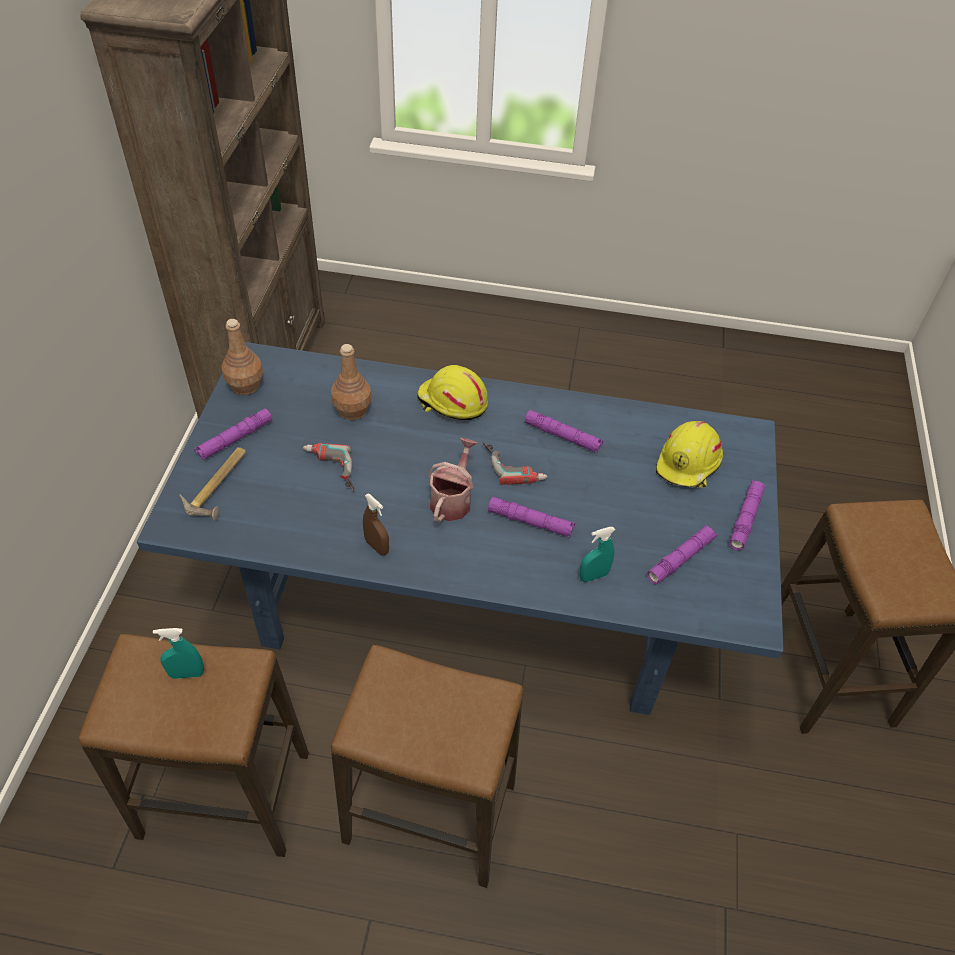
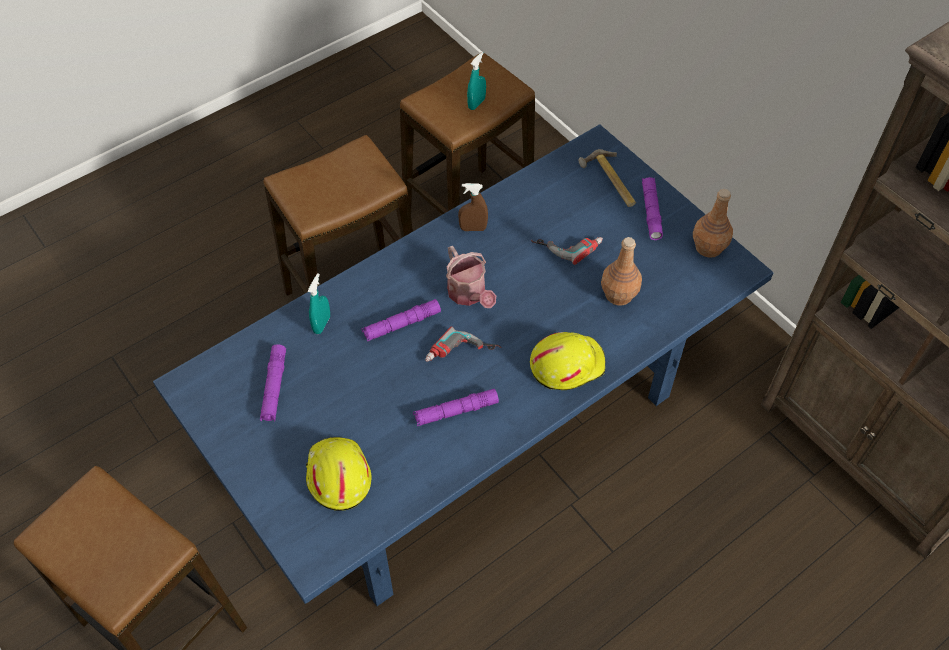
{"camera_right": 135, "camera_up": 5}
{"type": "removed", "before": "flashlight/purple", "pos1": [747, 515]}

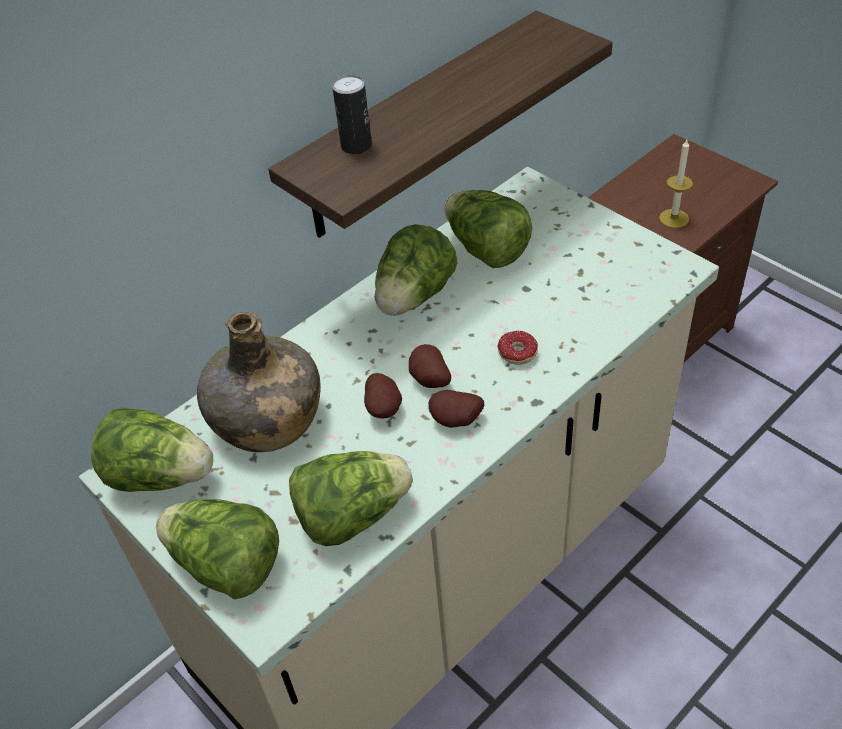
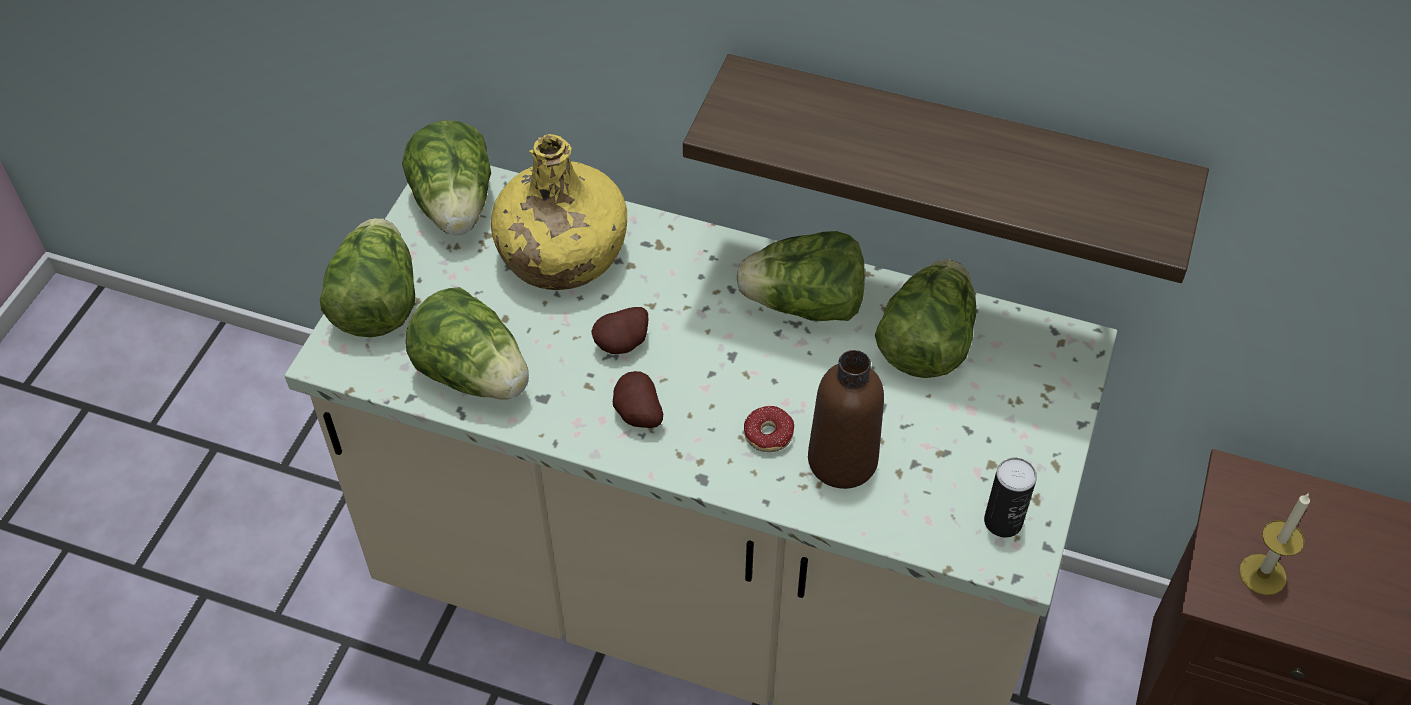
{"camera_right": 60, "camera_up": 5}
{"type": "recoloured", "before": "bottle/green", "after": "bottle/yellow", "pos1": [259, 382], "pos2": [559, 212]}
{"type": "added", "after": "bottle/brown", "pos2": [846, 419]}
{"type": "moved", "before": "can", "pos1": [352, 114], "pos2": [1010, 498]}
{"type": "removed", "before": "potato", "pos1": [430, 366]}

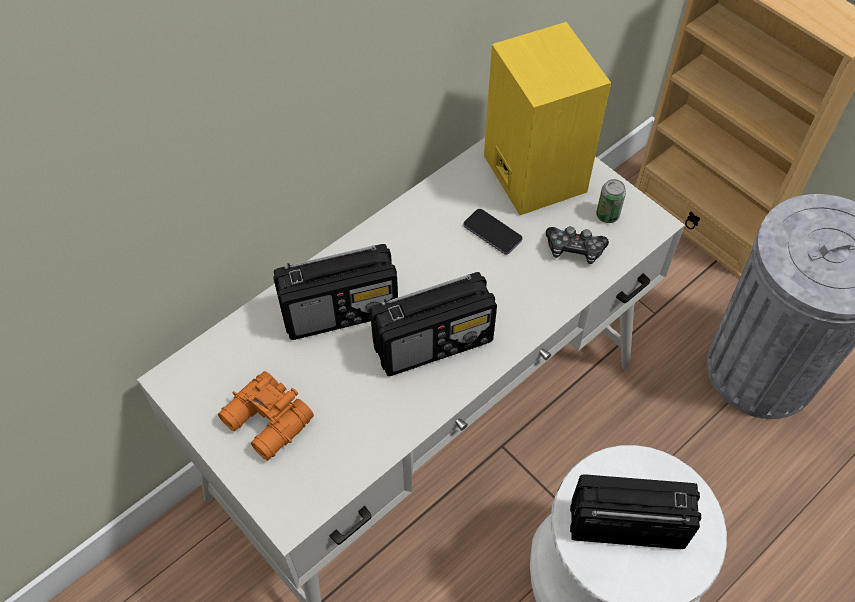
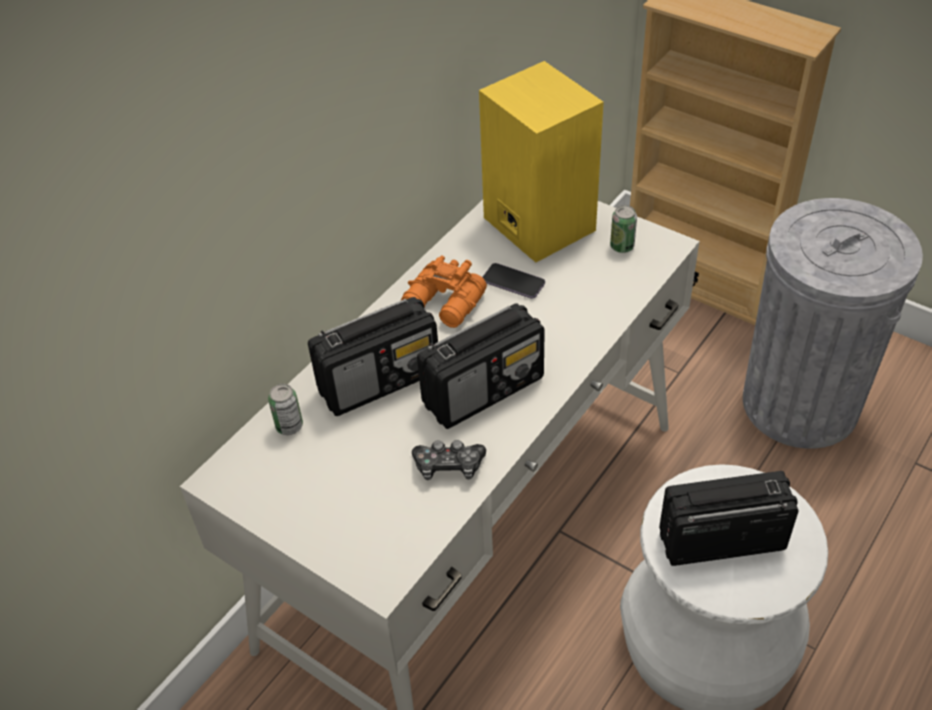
{"camera_right": -10, "camera_up": -10}
{"type": "added", "after": "can", "pos2": [285, 409]}
{"type": "moved", "before": "binoculars/orange", "pos1": [266, 416], "pos2": [444, 291]}
{"type": "moved", "before": "game controller", "pos1": [577, 245], "pos2": [449, 460]}

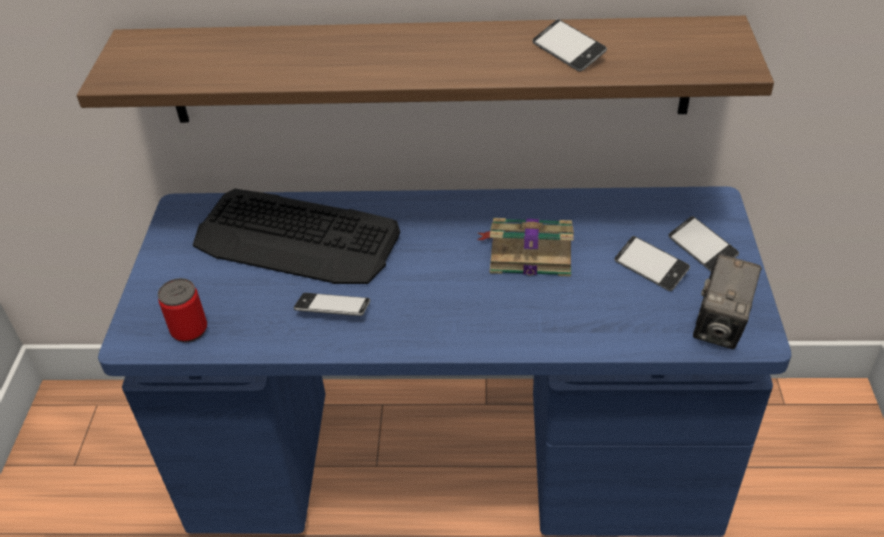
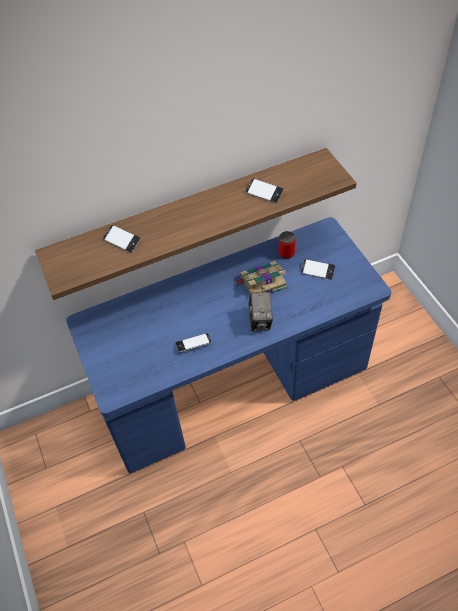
{"camera_right": -25, "camera_up": 10}
{"type": "moved", "before": "phone", "pos1": [704, 243], "pos2": [122, 239]}
{"type": "moved", "before": "photo camera", "pos1": [727, 301], "pos2": [261, 311]}
{"type": "moved", "before": "can", "pos1": [182, 310], "pos2": [287, 245]}
{"type": "removed", "before": "keyboard", "pos1": [296, 236]}

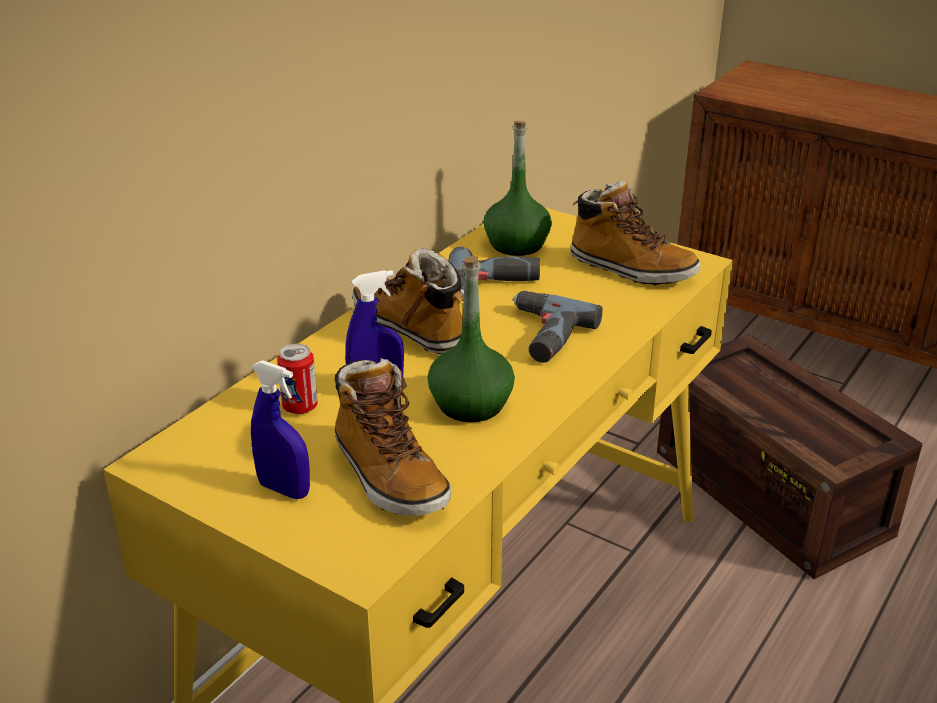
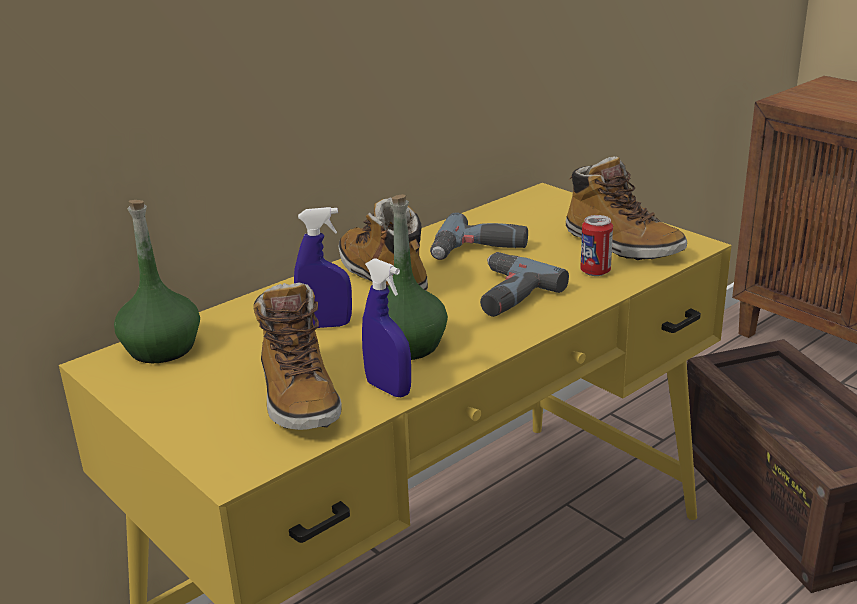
{"camera_right": 15, "camera_up": -5}
{"type": "moved", "before": "bottle/green", "pos1": [517, 188], "pos2": [157, 281]}
{"type": "moved", "before": "spray bottle/blue", "pos1": [280, 429], "pos2": [386, 327]}
{"type": "moved", "before": "can", "pos1": [297, 379], "pos2": [596, 245]}

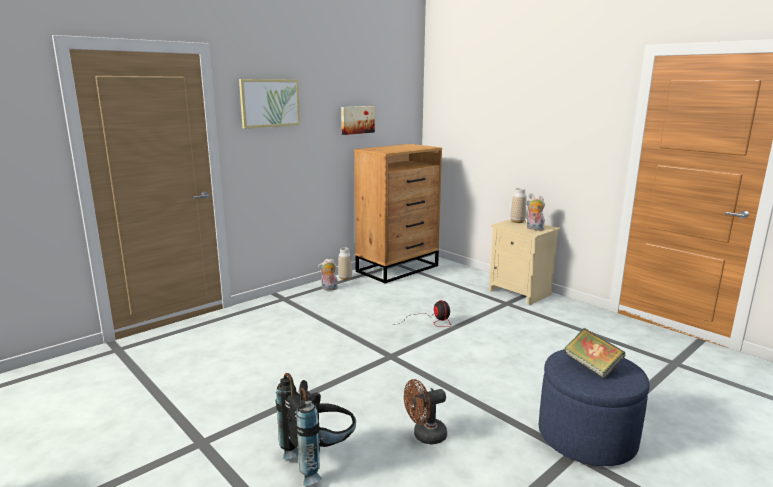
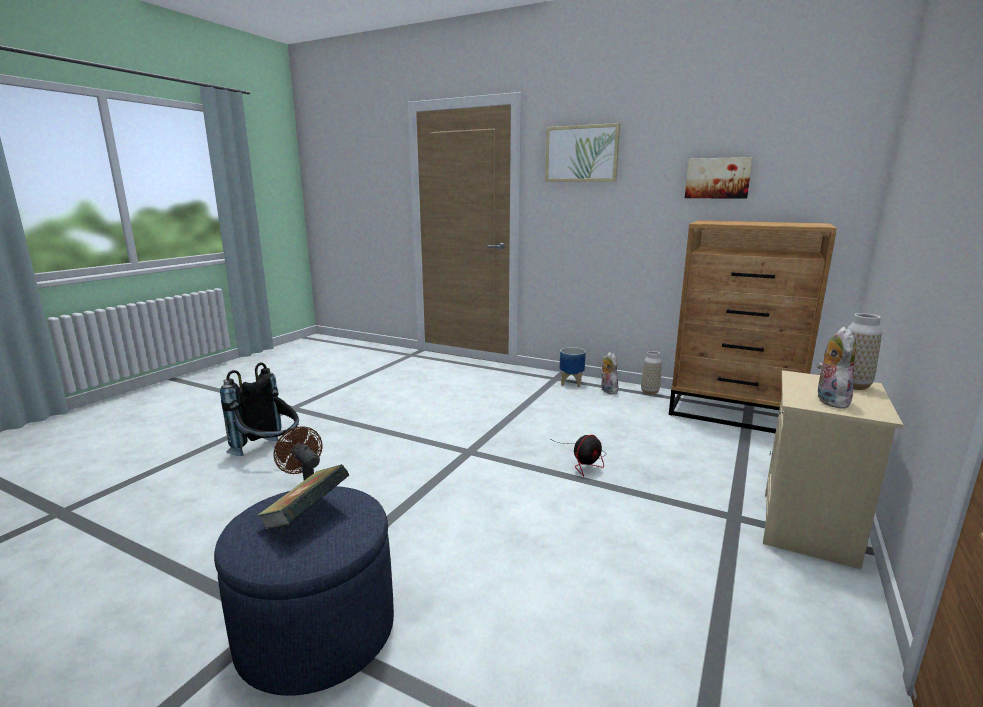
{"camera_right": 70, "camera_up": 0}
{"type": "added", "after": "planter", "pos2": [573, 367]}

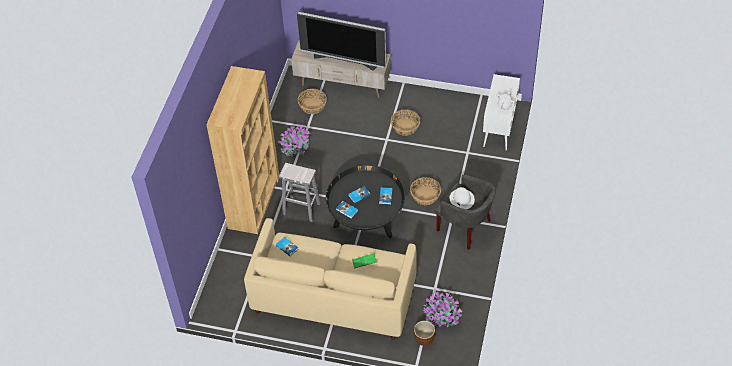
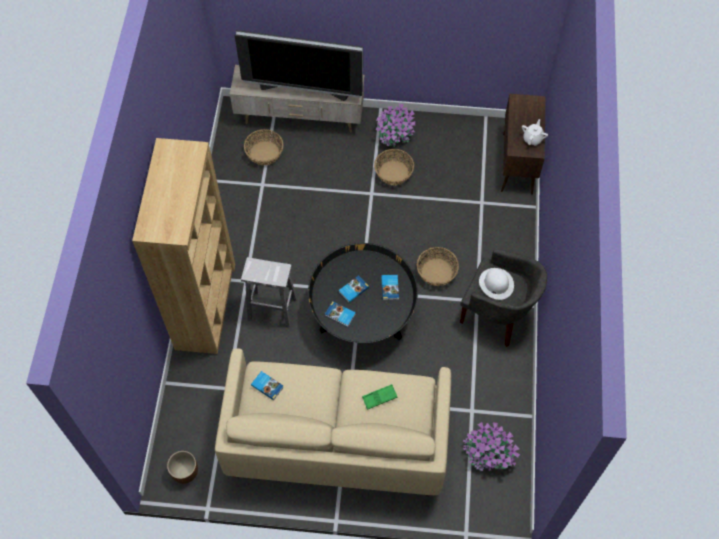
{"camera_right": -10, "camera_up": 10}
{"type": "moved", "before": "planter/brown", "pos1": [424, 333], "pos2": [182, 467]}
{"type": "moved", "before": "potted plant", "pos1": [294, 141], "pos2": [395, 125]}
{"type": "recoloured", "before": "cabinet/white", "after": "cabinet/brown", "pos1": [501, 112], "pos2": [523, 144]}

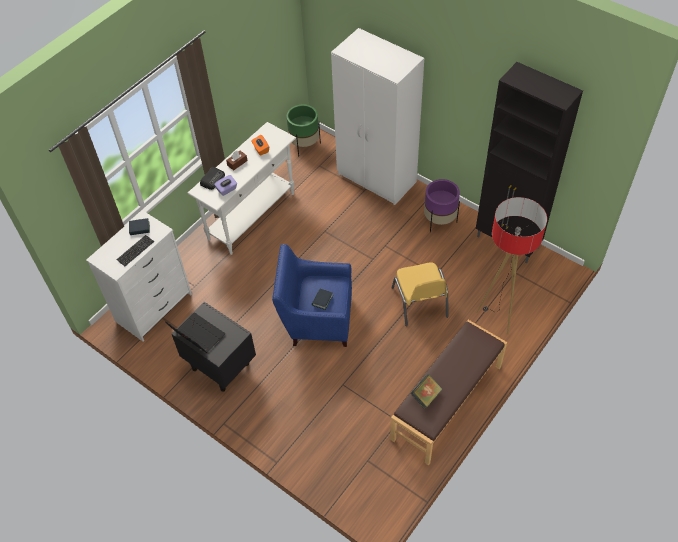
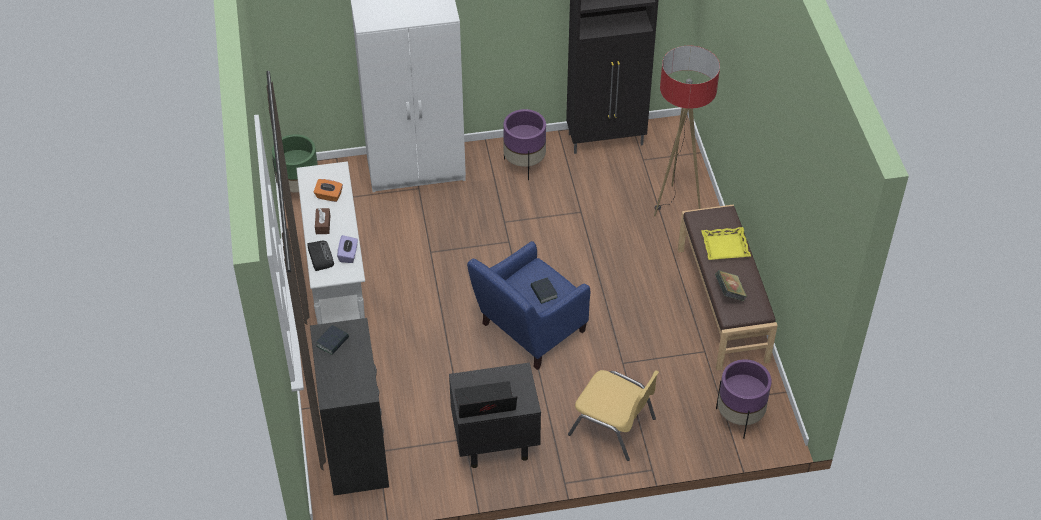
{"camera_right": -50, "camera_up": -5}
{"type": "recoloured", "before": "dresser/white", "after": "dresser/black", "pos1": [139, 276], "pos2": [349, 407]}
{"type": "moved", "before": "chair/yellow", "pos1": [419, 294], "pos2": [613, 415]}
{"type": "added", "after": "tray/yellow", "pos2": [726, 243]}
{"type": "added", "after": "planter/purple", "pos2": [744, 399]}
{"type": "removed", "before": "keyboard", "pos1": [135, 250]}

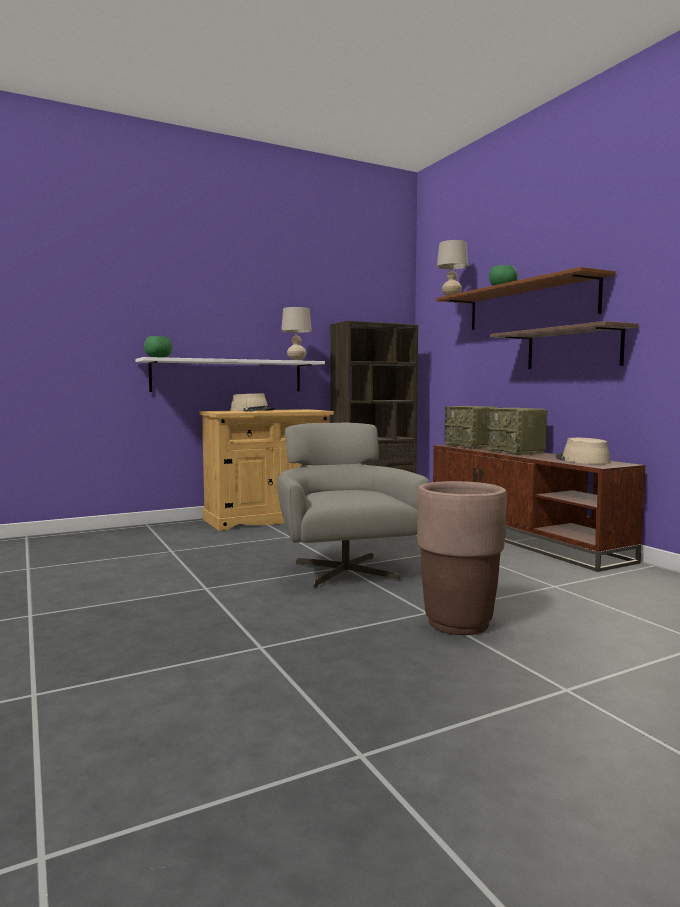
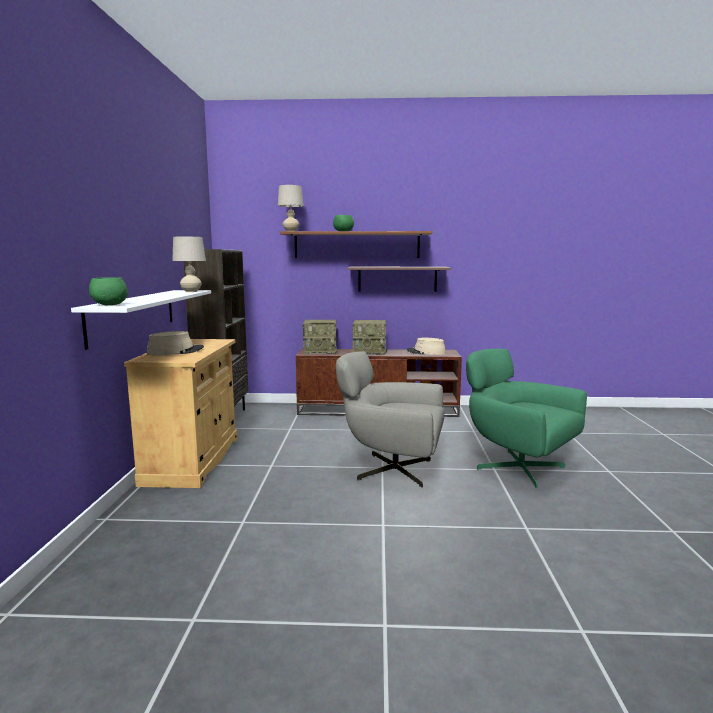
{"camera_right": -60, "camera_up": 5}
{"type": "replaced", "before": "planter/brown", "after": "armchair/green", "pos1": [462, 558], "pos2": [526, 418]}

